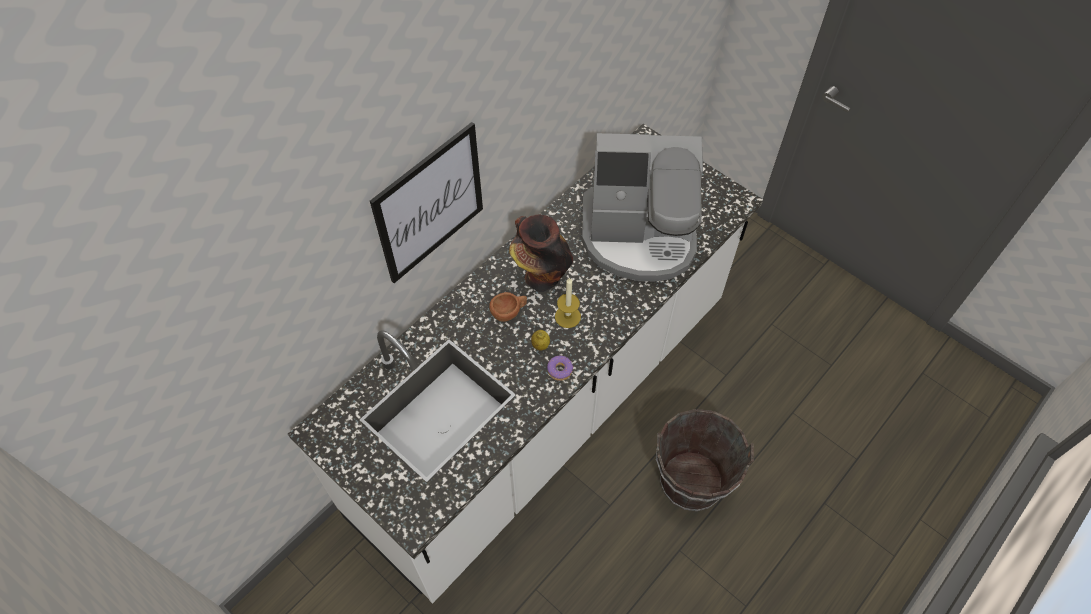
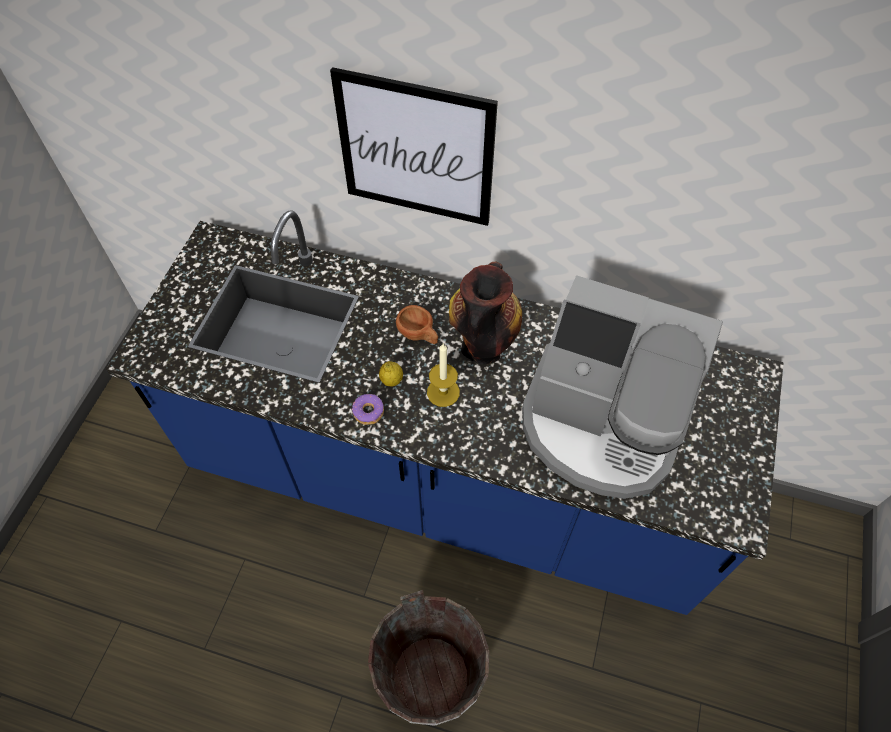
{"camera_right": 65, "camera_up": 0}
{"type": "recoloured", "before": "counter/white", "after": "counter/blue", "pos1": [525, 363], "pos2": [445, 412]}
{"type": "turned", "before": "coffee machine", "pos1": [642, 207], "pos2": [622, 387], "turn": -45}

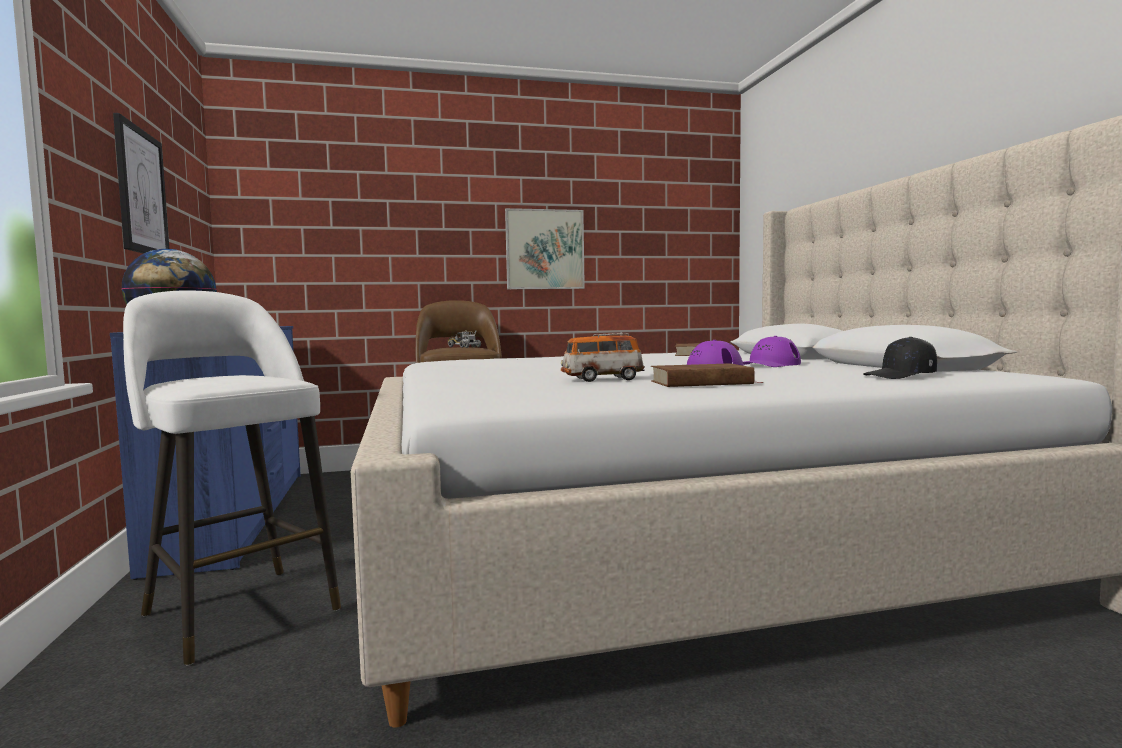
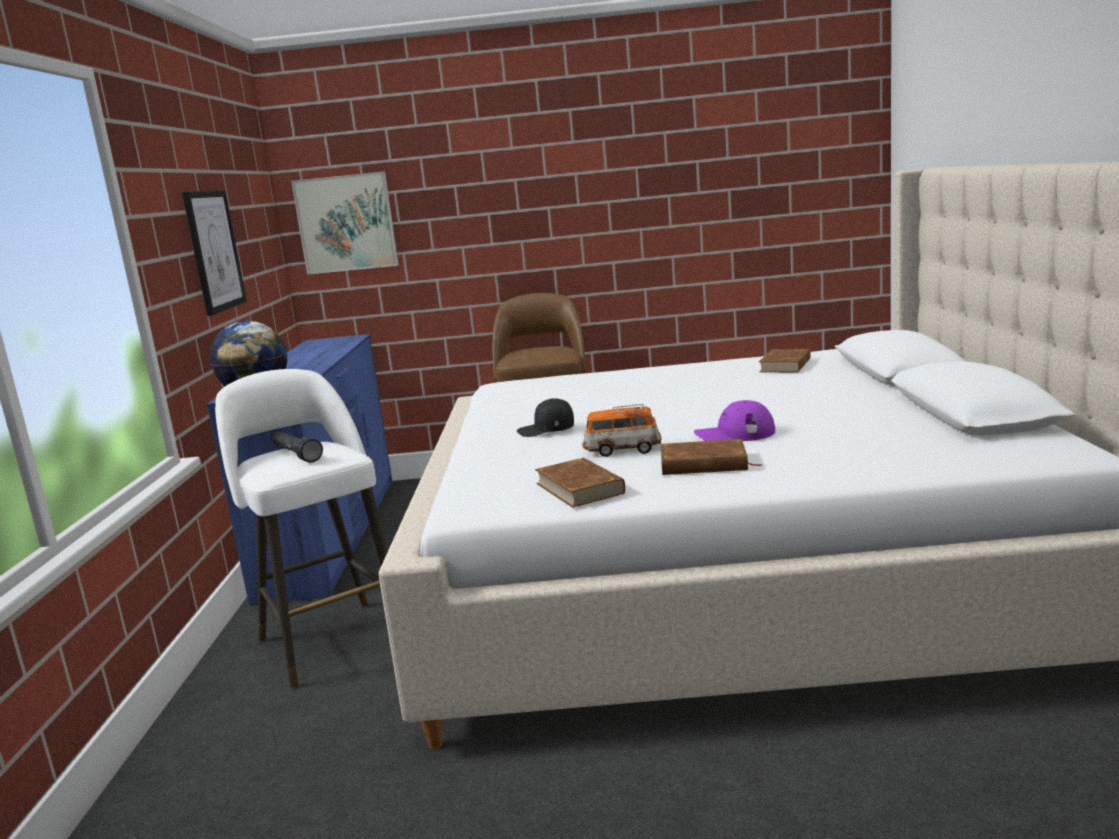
{"camera_right": 15, "camera_up": 10}
{"type": "added", "after": "flashlight/black", "pos2": [297, 447]}
{"type": "moved", "before": "picture", "pos1": [545, 248], "pos2": [345, 223]}
{"type": "moved", "before": "cap/black", "pos1": [900, 358], "pos2": [545, 417]}
{"type": "added", "after": "book/brown", "pos2": [580, 482]}
{"type": "removed", "before": "toy truck", "pos1": [464, 339]}
{"type": "removed", "before": "cap/purple", "pos1": [772, 351]}

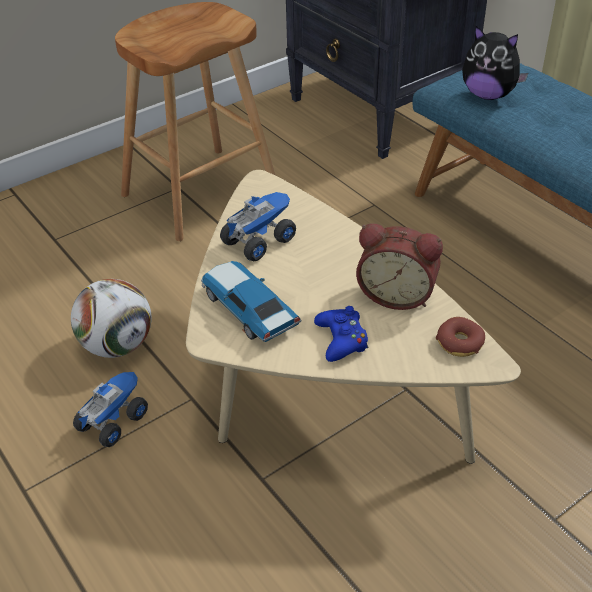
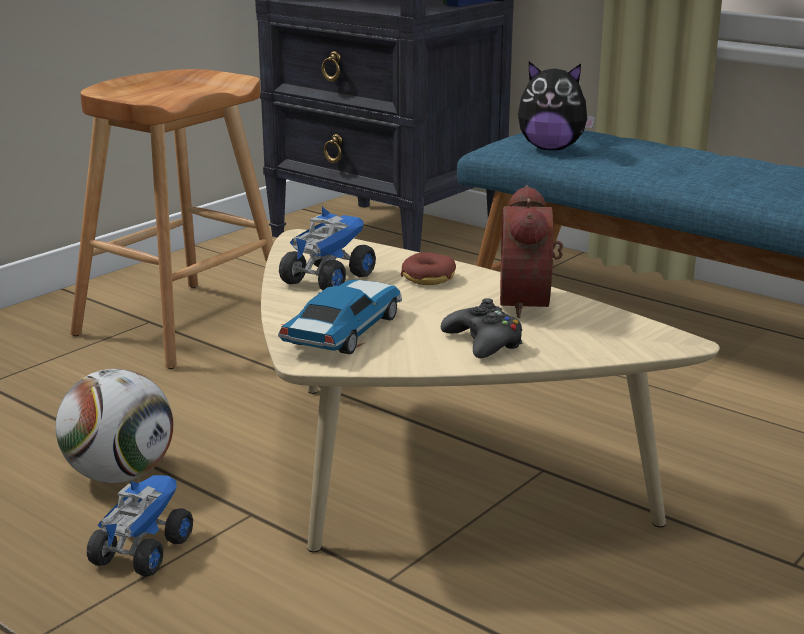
{"camera_right": -15, "camera_up": -20}
{"type": "turned", "before": "toy car", "pos1": [251, 301], "pos2": [340, 317], "turn": 75}
{"type": "moved", "before": "donut", "pos1": [460, 337], "pos2": [428, 268]}
{"type": "recoloured", "before": "game controller/blue", "after": "game controller/black", "pos1": [341, 334], "pos2": [482, 328]}
{"type": "turned", "before": "alarm clock", "pos1": [399, 266], "pos2": [531, 251], "turn": 90}

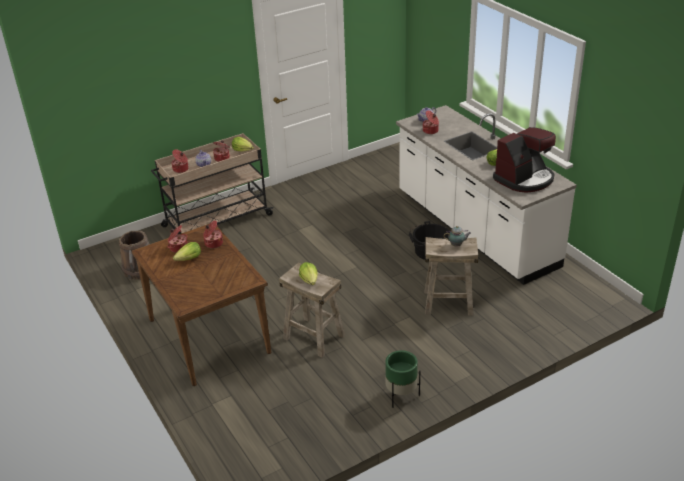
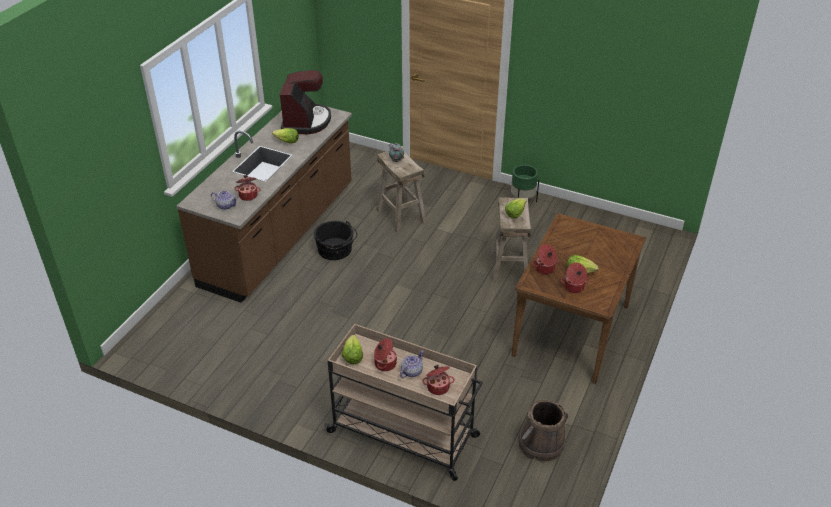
{"camera_right": -125, "camera_up": 5}
{"type": "recoloured", "before": "counter/white", "after": "counter/brown", "pos1": [486, 195], "pos2": [264, 205]}
{"type": "turned", "before": "coffee machine", "pos1": [524, 160], "pos2": [305, 102], "turn": 75}

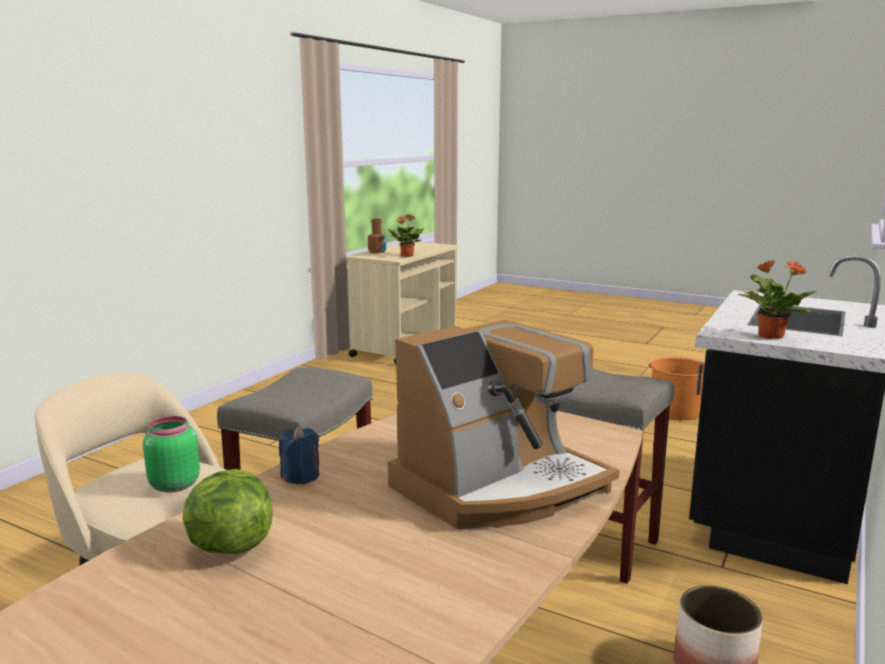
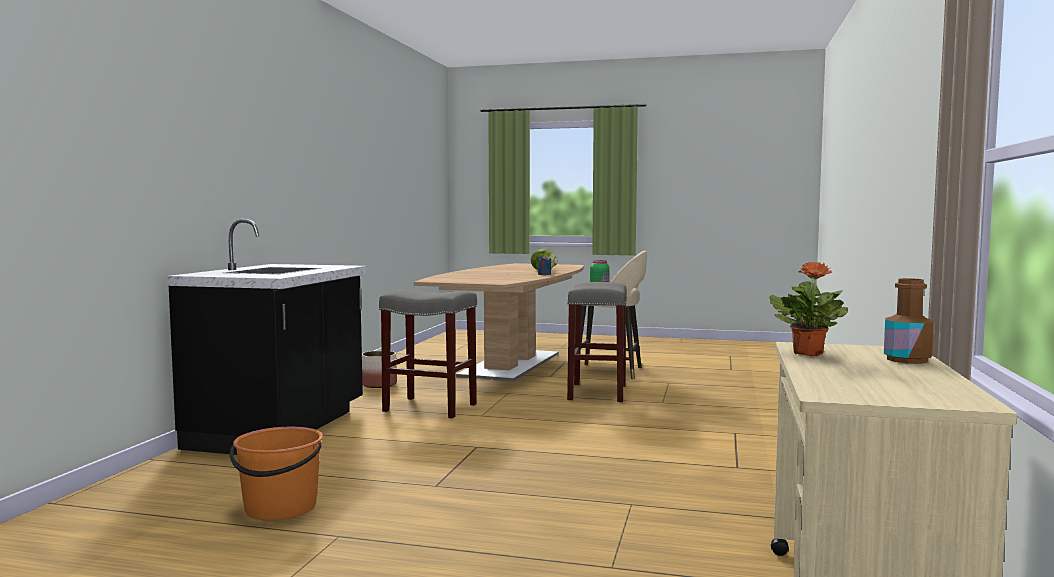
{"camera_right": 165, "camera_up": -10}
{"type": "removed", "before": "coffee machine", "pos1": [504, 424]}
{"type": "removed", "before": "potted plant", "pos1": [777, 299]}

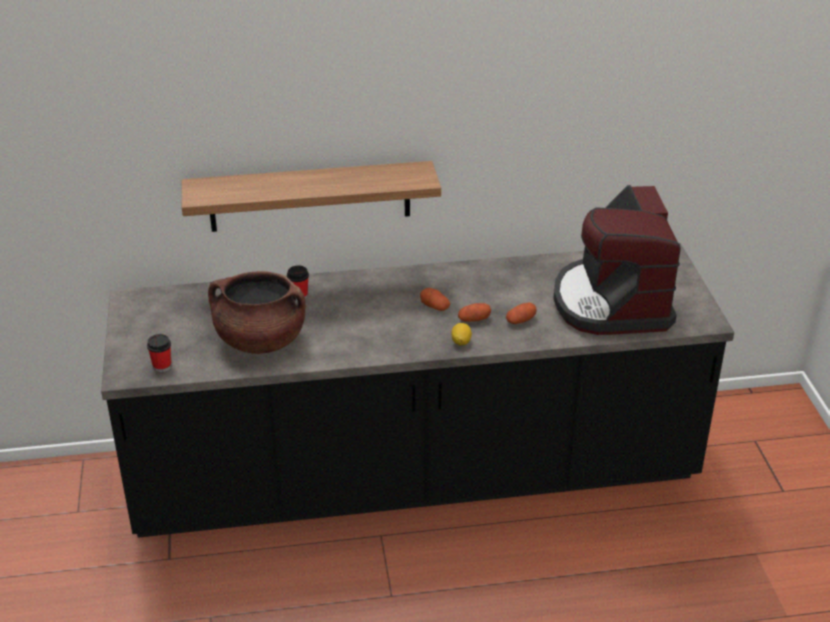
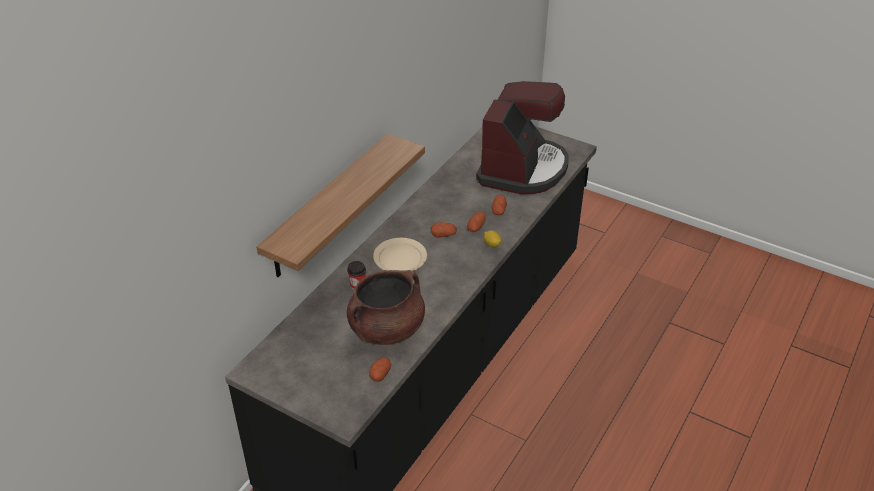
{"camera_right": -50, "camera_up": 5}
{"type": "added", "after": "potato", "pos2": [380, 369]}
{"type": "added", "after": "plate/beige", "pos2": [400, 254]}
{"type": "turned", "before": "coffee machine", "pos1": [617, 260], "pos2": [522, 137], "turn": -105}
{"type": "removed", "before": "cup", "pos1": [159, 353]}

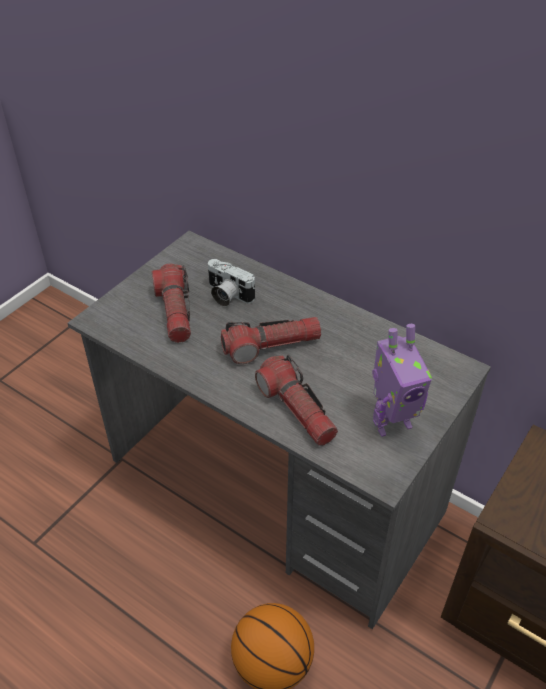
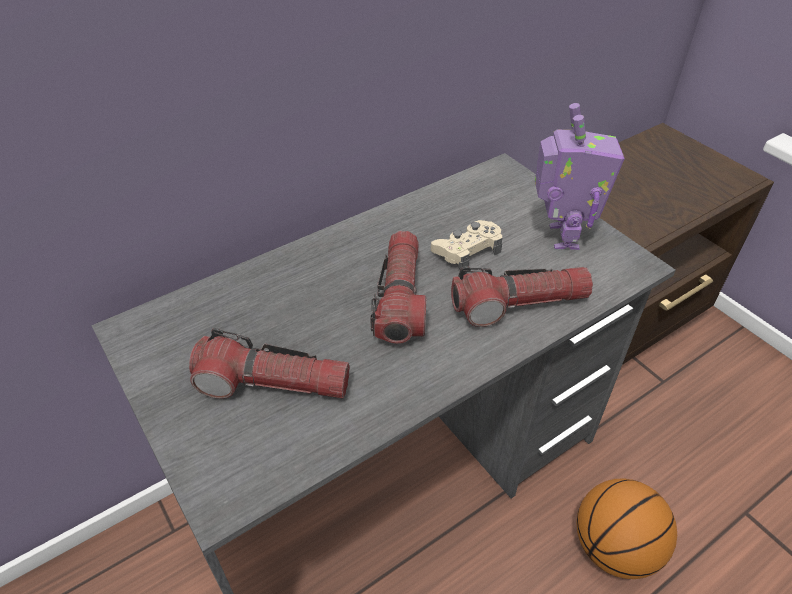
{"camera_right": -70, "camera_up": 0}
{"type": "added", "after": "game controller/beige", "pos2": [467, 244]}
{"type": "removed", "before": "photo camera", "pos1": [231, 283]}

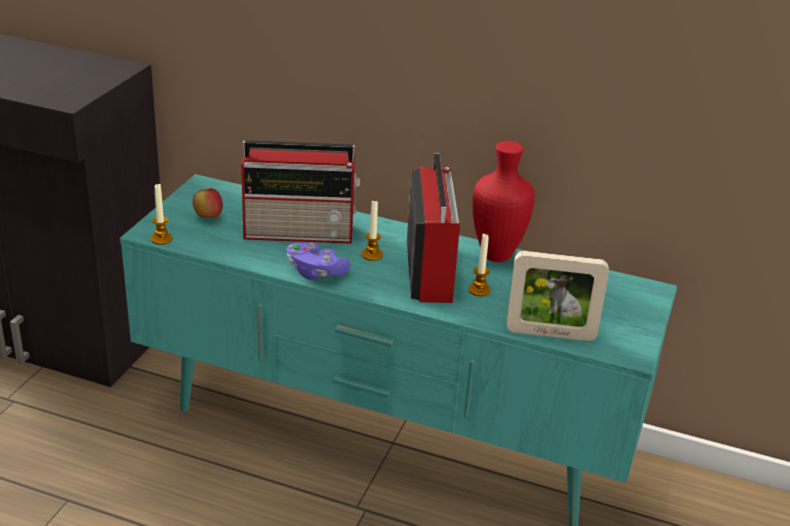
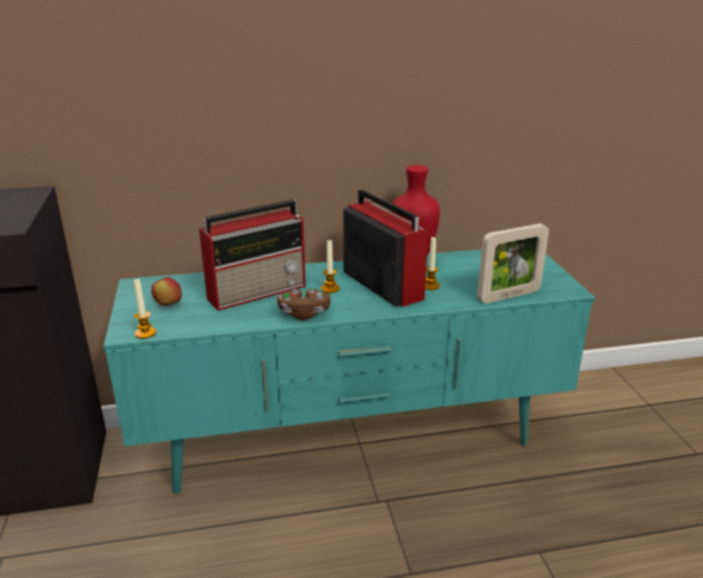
{"camera_right": -30, "camera_up": -5}
{"type": "recoloured", "before": "game controller/purple", "after": "game controller/brown", "pos1": [319, 261], "pos2": [304, 305]}

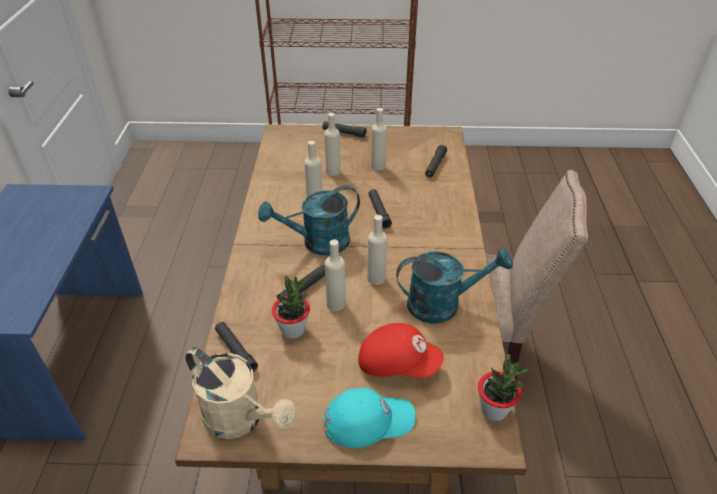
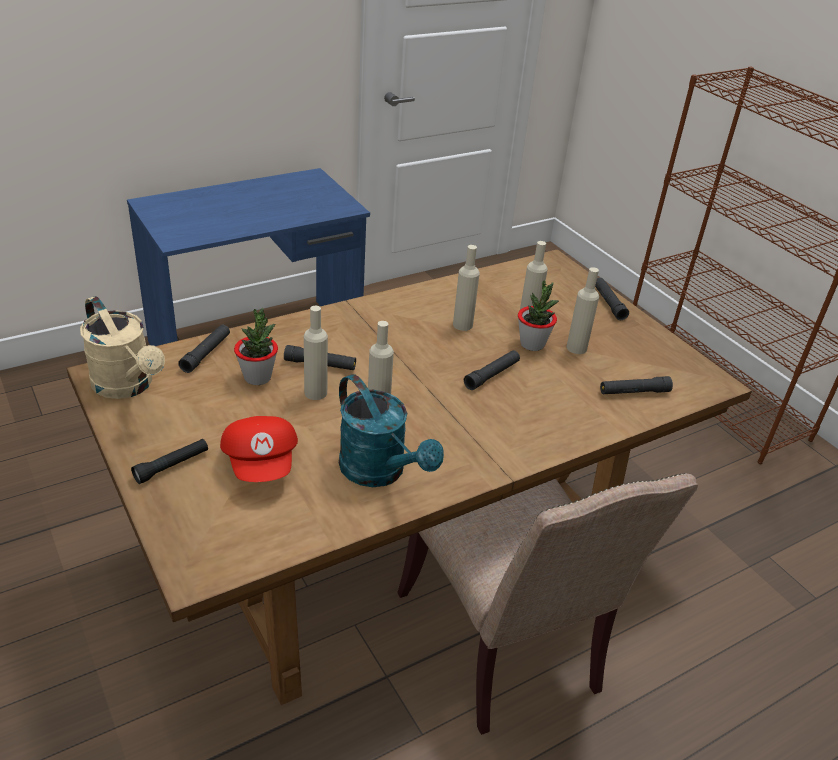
{"camera_right": 55, "camera_up": -5}
{"type": "turned", "before": "watering can/beige", "pos1": [241, 393], "pos2": [122, 347], "turn": -45}
{"type": "replaced", "before": "cap/turquoise", "after": "flashlight/black", "pos1": [370, 418], "pos2": [169, 461]}
{"type": "moved", "before": "potted plant", "pos1": [503, 387], "pos2": [538, 316]}
{"type": "removed", "before": "watering can/turquoise", "pos1": [309, 221]}

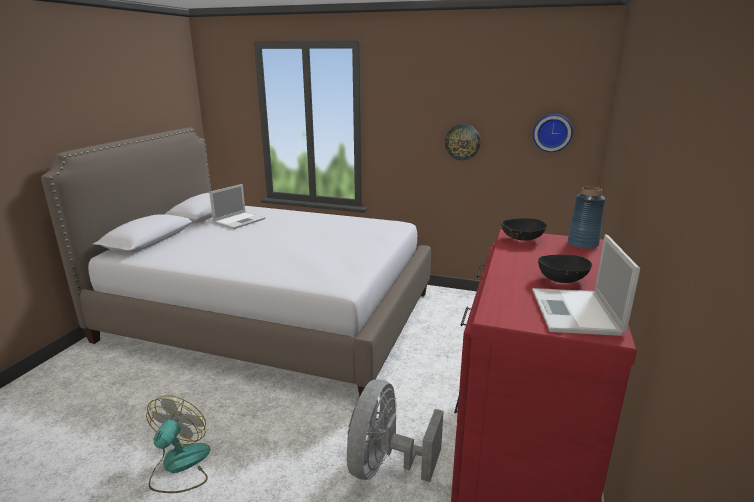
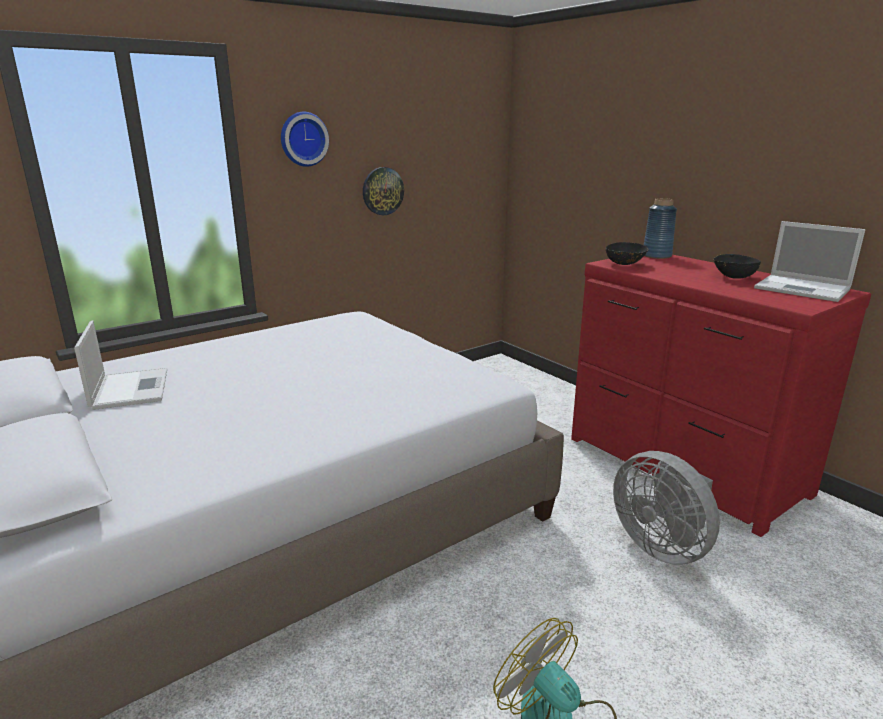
{"camera_right": -55, "camera_up": 0}
{"type": "moved", "before": "wall clock", "pos1": [553, 133], "pos2": [305, 139]}

